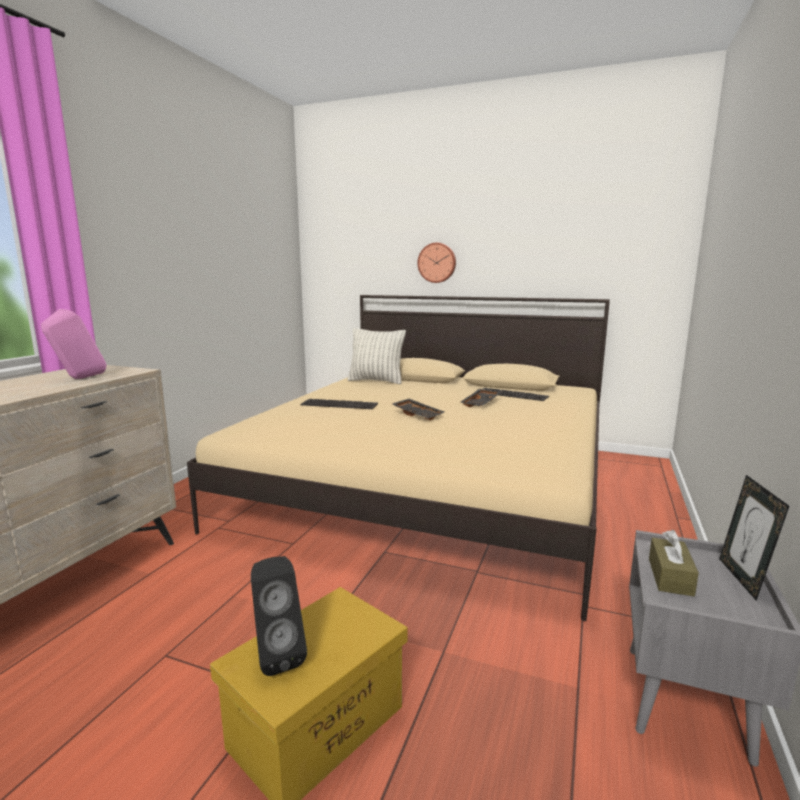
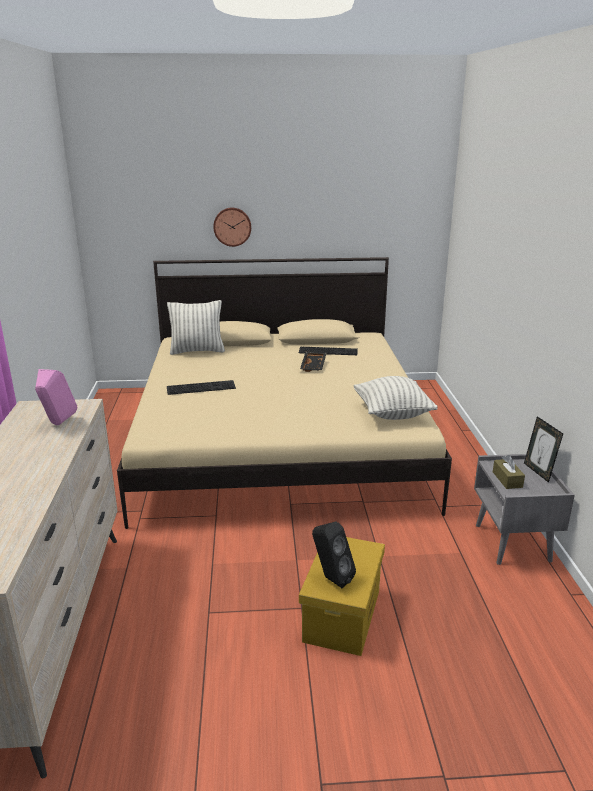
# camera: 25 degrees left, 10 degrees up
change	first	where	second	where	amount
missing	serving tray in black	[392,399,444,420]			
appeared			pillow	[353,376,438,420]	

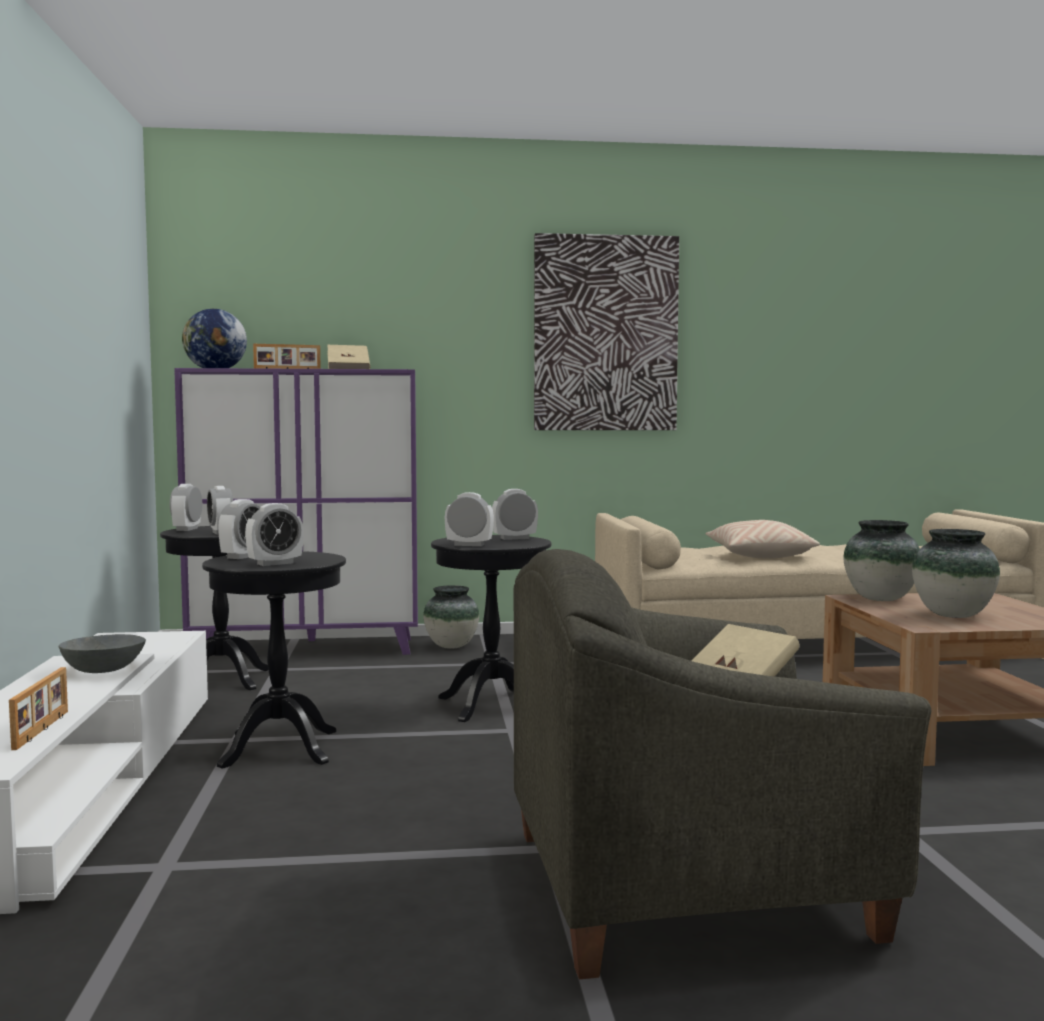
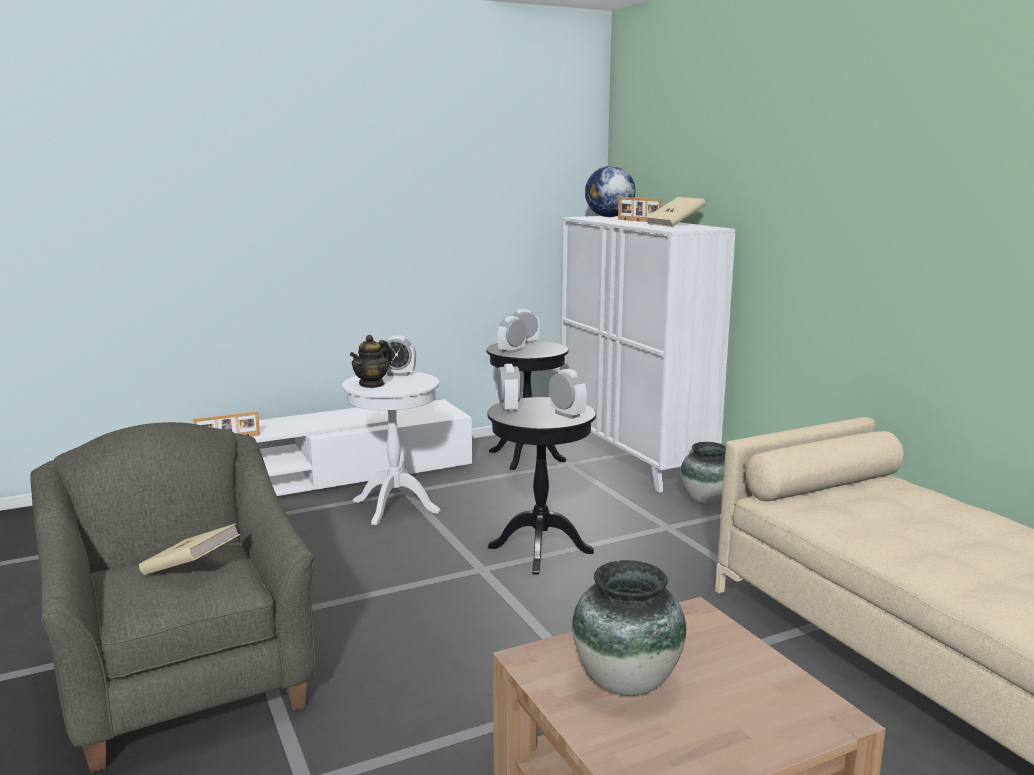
# camera: 70 degrees right, 10 degrees up
change	first	where	second	where	amount
missing	bowl in greyish	[59,634,146,673]			
missing	wall picture	[534,233,679,430]			
missing	pillow in beige	[706,520,820,559]			
missing	vase	[844,520,920,601]			
exchanged	bedside clock	[245,503,304,566]	teapot	[350,335,390,388]	
colour	storage cabinet in purple	[174,368,418,655]	storage cabinet in white-coloured	[560,216,735,493]	
colour	accent table in black	[202,551,346,769]	accent table in white-coloured	[342,371,440,525]	

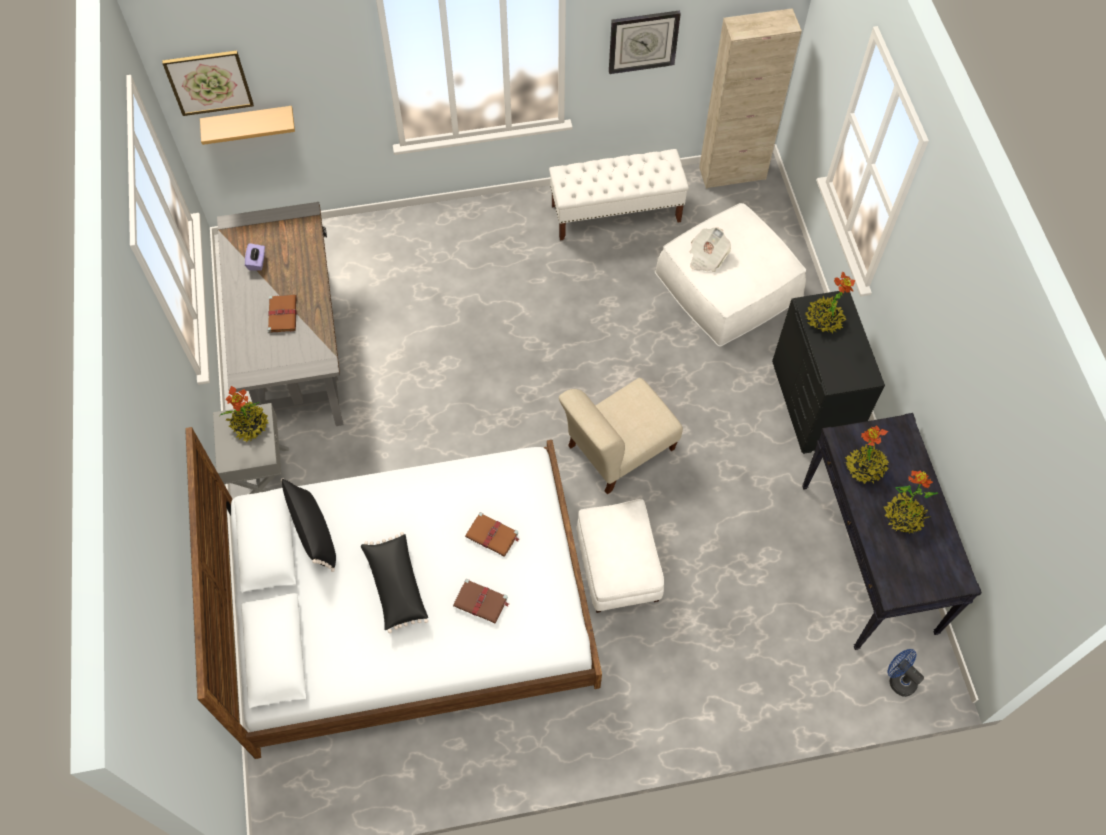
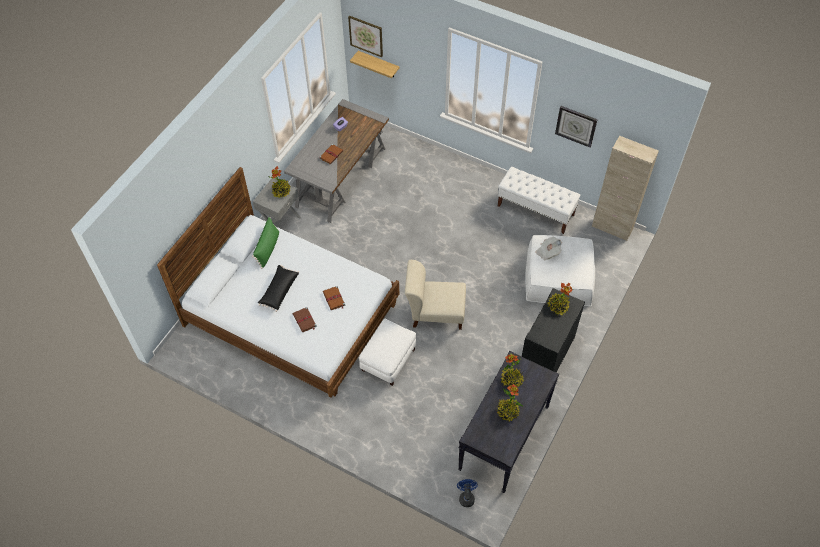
# camera: 40 degrees right, 5 degrees down
change	first	where	second	where	amount
colour	pillow in black	[281,478,336,572]	pillow in greenish	[252,217,279,269]	

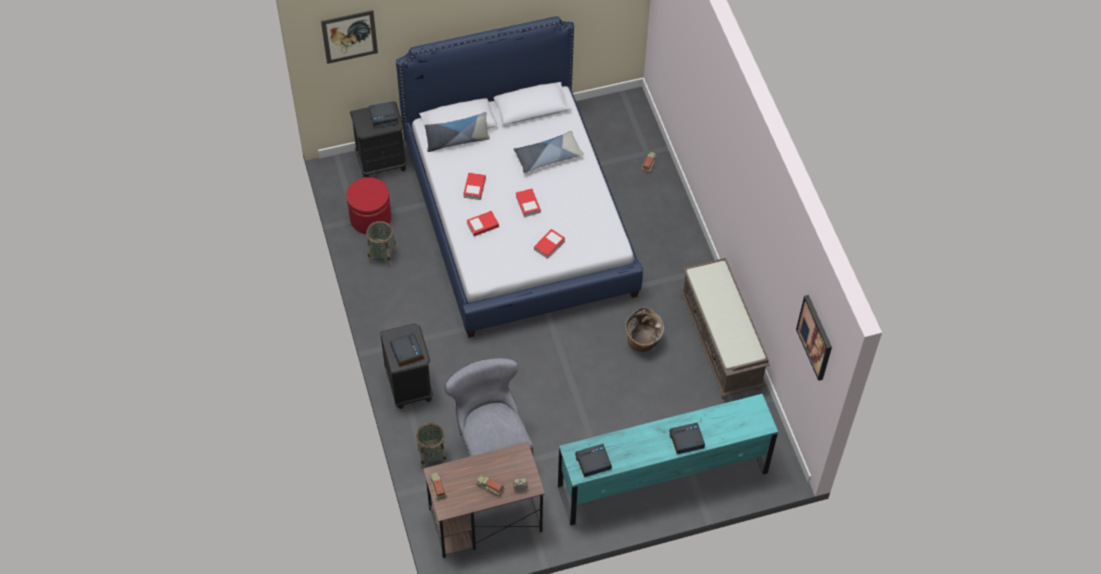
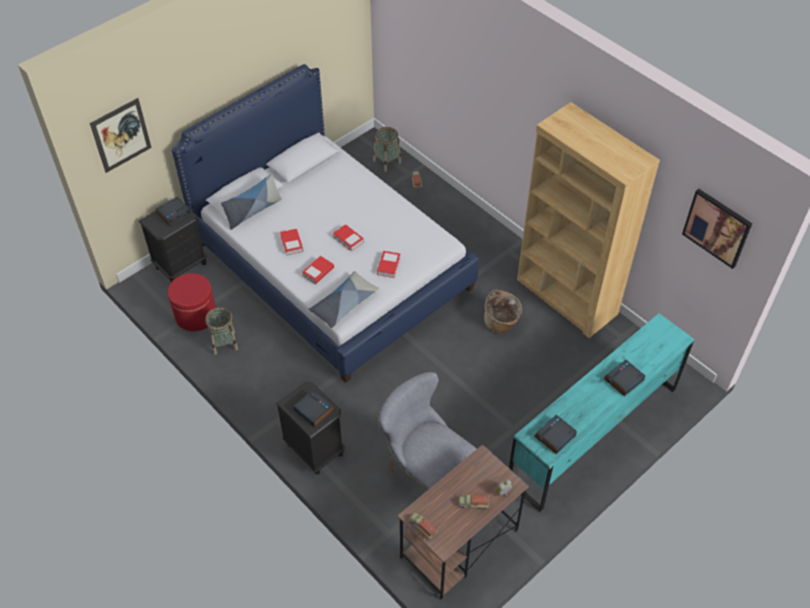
# camera: 25 degrees left, 5 degrees down
change	first	where	second	where	amount
relocated	storage basket	[416,423,447,470]		[373,127,401,172]	
relocated	pillow	[514,131,584,173]		[308,271,379,328]	
exchanged	indoor bench in brown-coloured	[680,258,770,399]	bookshelf in brown-coloured	[517,102,660,338]	

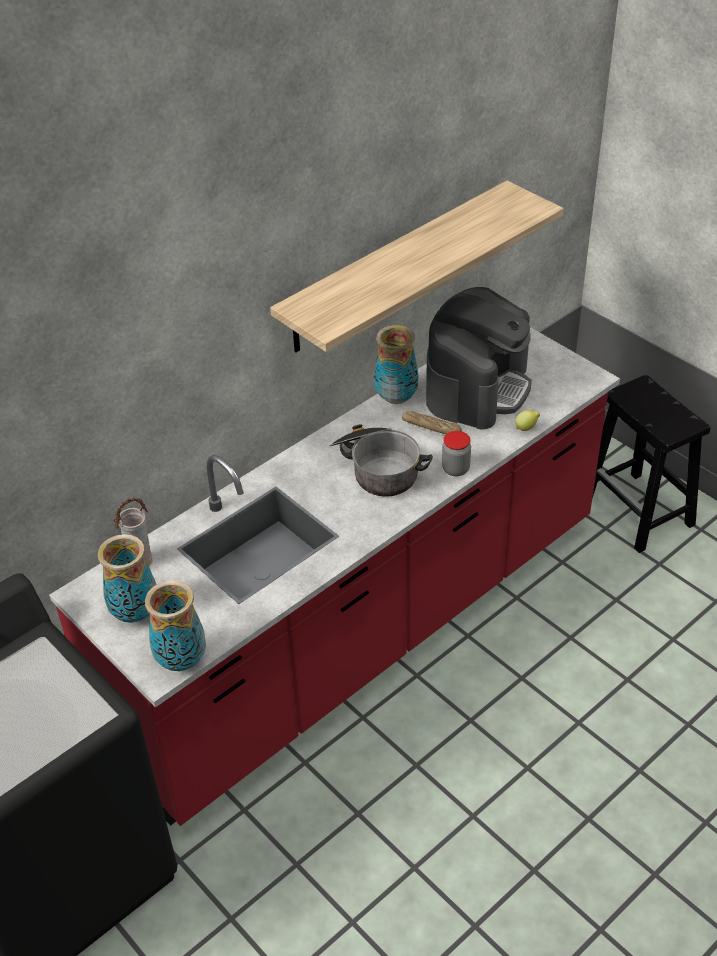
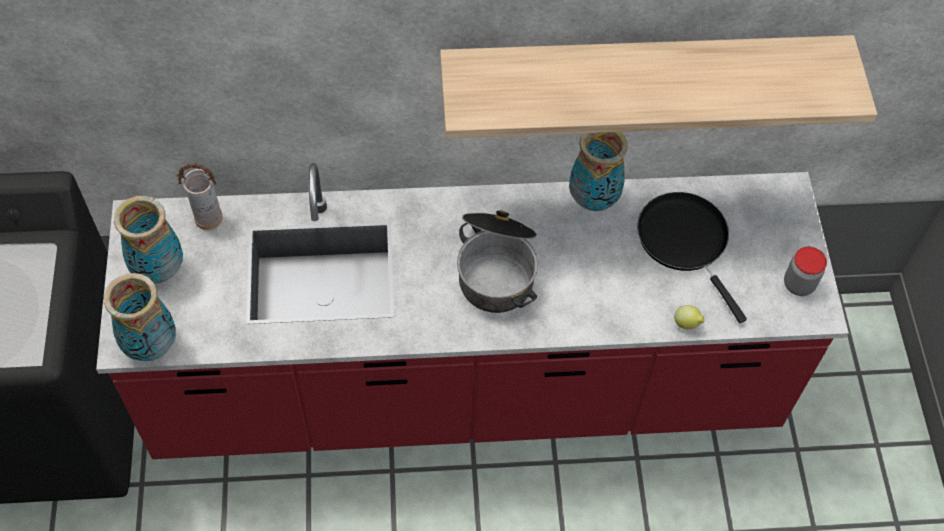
# camera: 35 degrees right, 15 degrees up
change	first	where	second	where	amount
missing	baked bread	[402,411,462,434]			
missing	stool in black	[592,375,711,553]			
relocated	storage jar	[442,431,471,476]		[784,247,827,296]	
exchanged	coffee maker	[426,287,532,429]	frying pan in black	[637,192,747,323]	

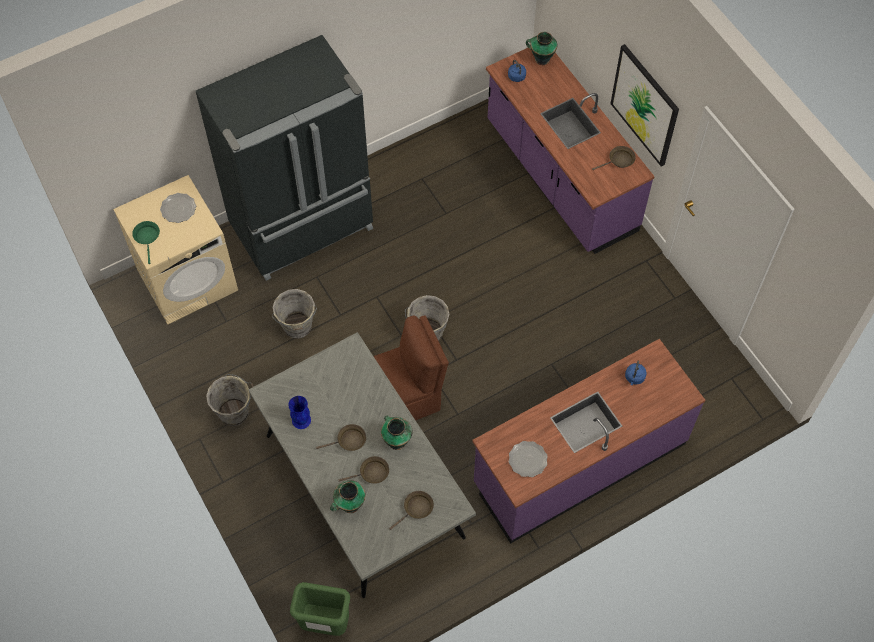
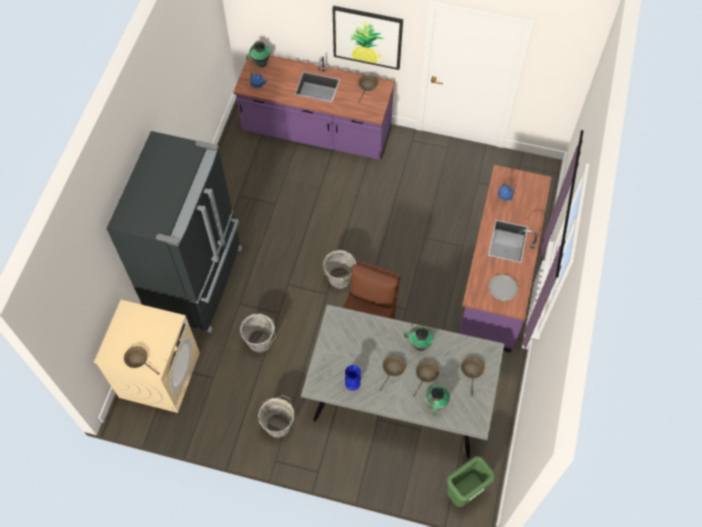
# camera: 45 degrees left, 0 degrees up
change	first	where	second	where	amount
missing	plate	[160,193,196,223]			
colour	frying pan in greenish	[132,221,160,264]	frying pan in brown-coloured	[124,346,159,375]	

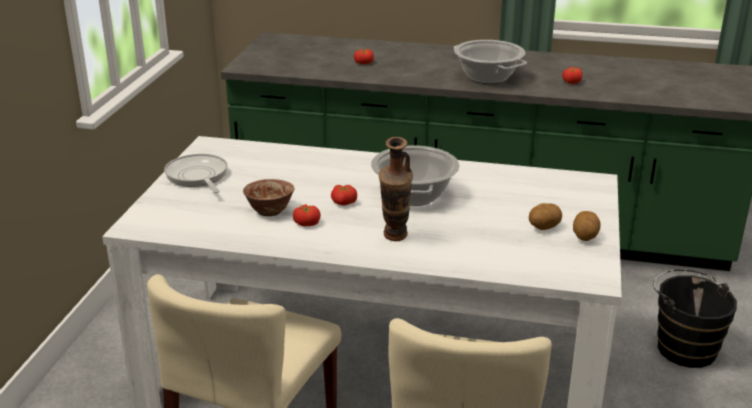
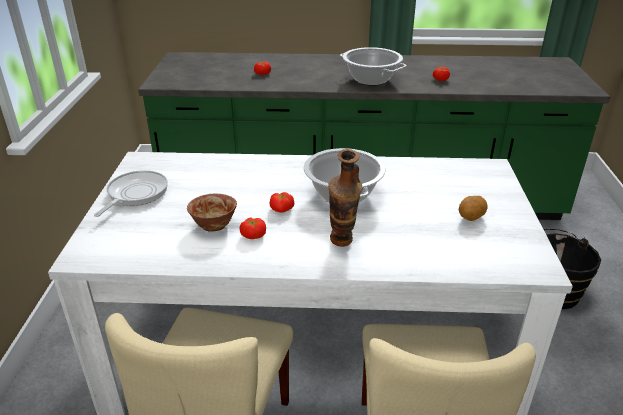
# camera: 10 degrees left, 5 degrees up
change	first	where	second	where	amount
missing	spud	[573,211,601,241]			
spun	frying pan	[164,154,227,193]		[94,170,168,217]	60 degrees clockwise

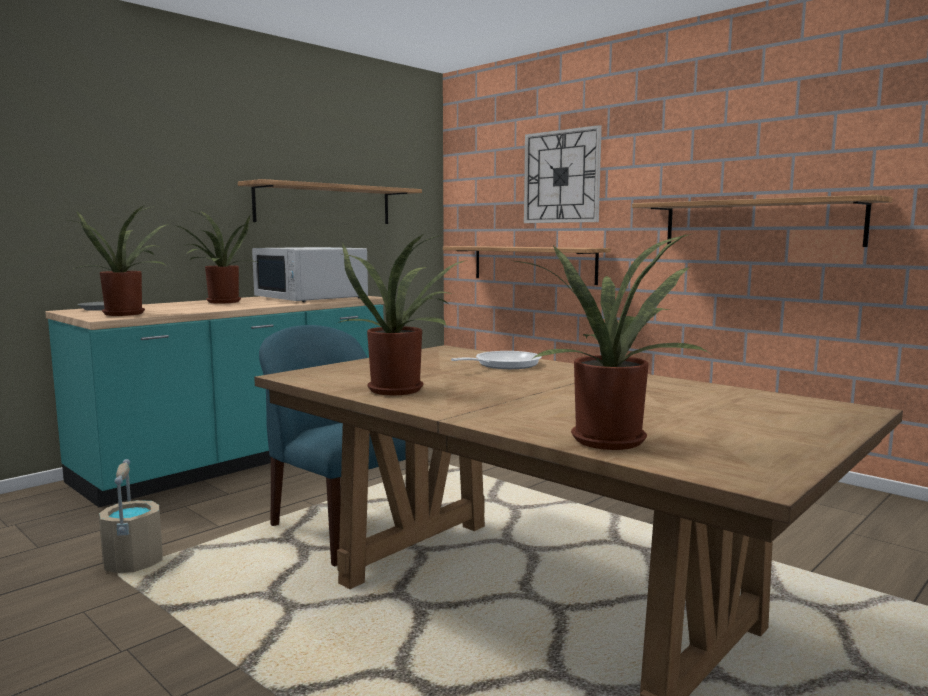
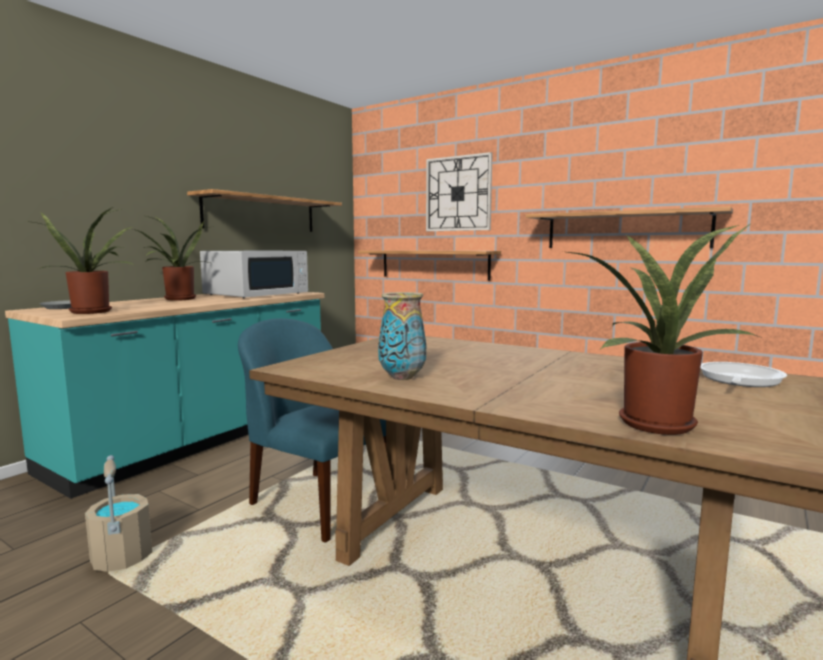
# camera: 10 degrees left, 0 degrees up
change	first	where	second	where	amount
relocated	frying pan	[451,351,542,369]		[700,362,787,387]	
exchanged	potted plant	[334,234,468,395]	vase	[378,292,426,380]	
spun	kitchen microwave in white-coloured	[252,247,368,302]		[200,251,308,298]	90 degrees counterclockwise

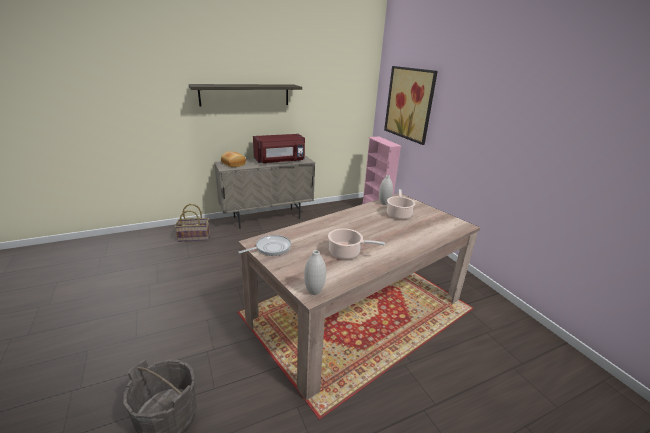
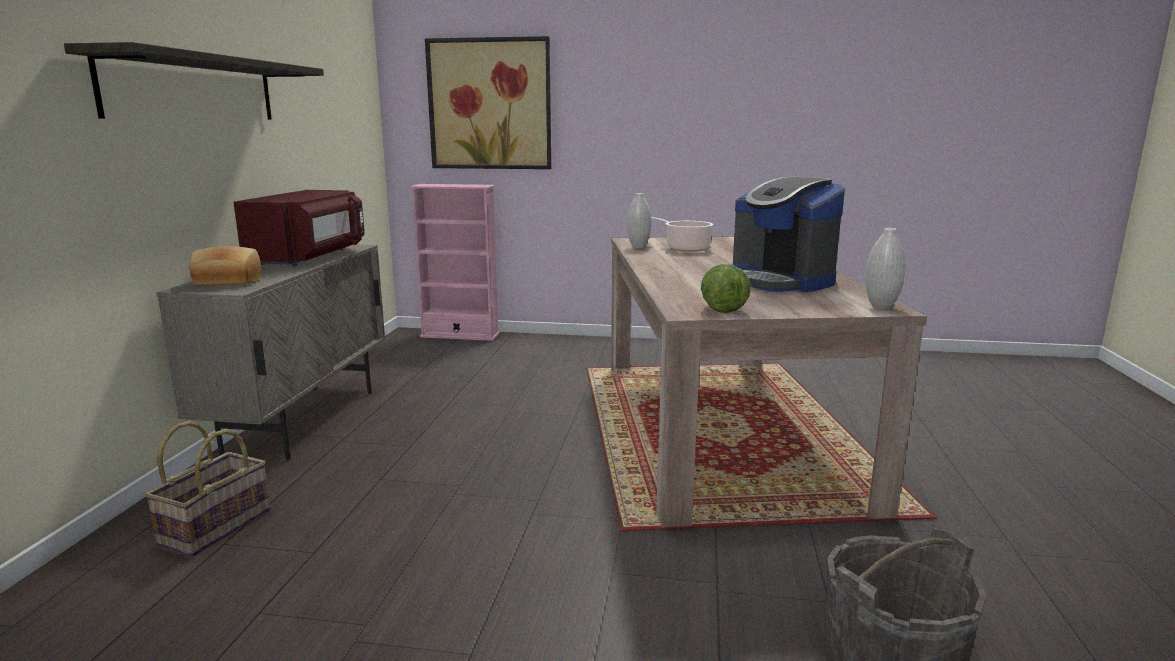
# camera: 55 degrees left, 10 degrees down
change	first	where	second	where	amount
exchanged	frying pan	[238,235,291,256]	lettuce head	[701,264,751,313]	
exchanged	cooking pot	[328,228,385,259]	coffee maker	[732,177,845,292]	

